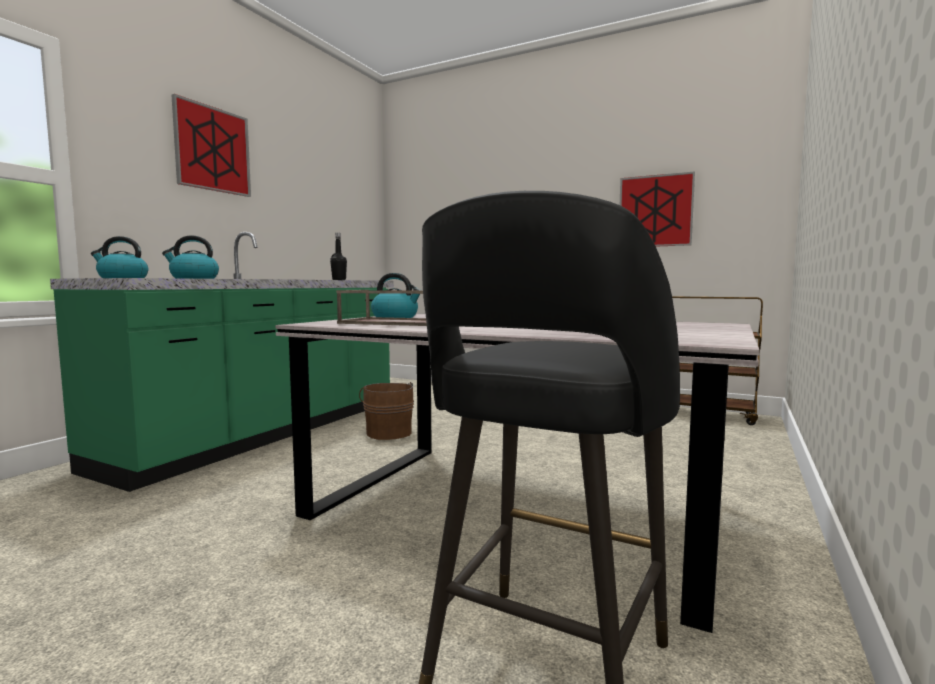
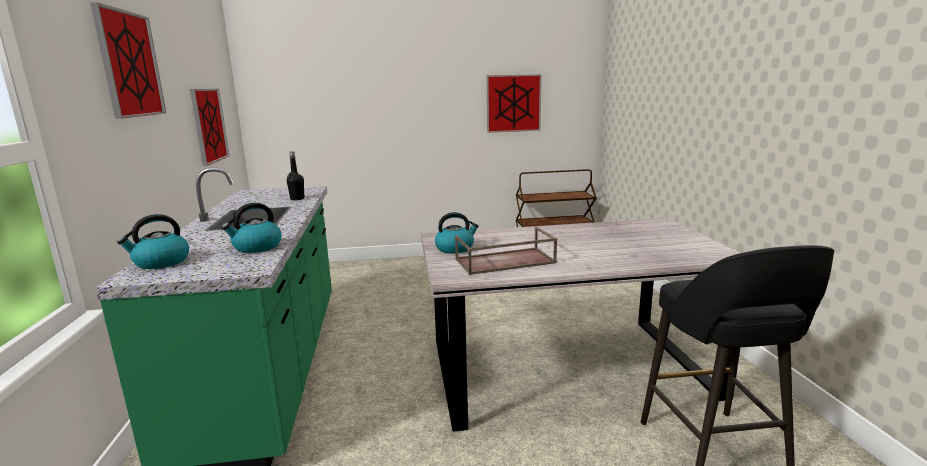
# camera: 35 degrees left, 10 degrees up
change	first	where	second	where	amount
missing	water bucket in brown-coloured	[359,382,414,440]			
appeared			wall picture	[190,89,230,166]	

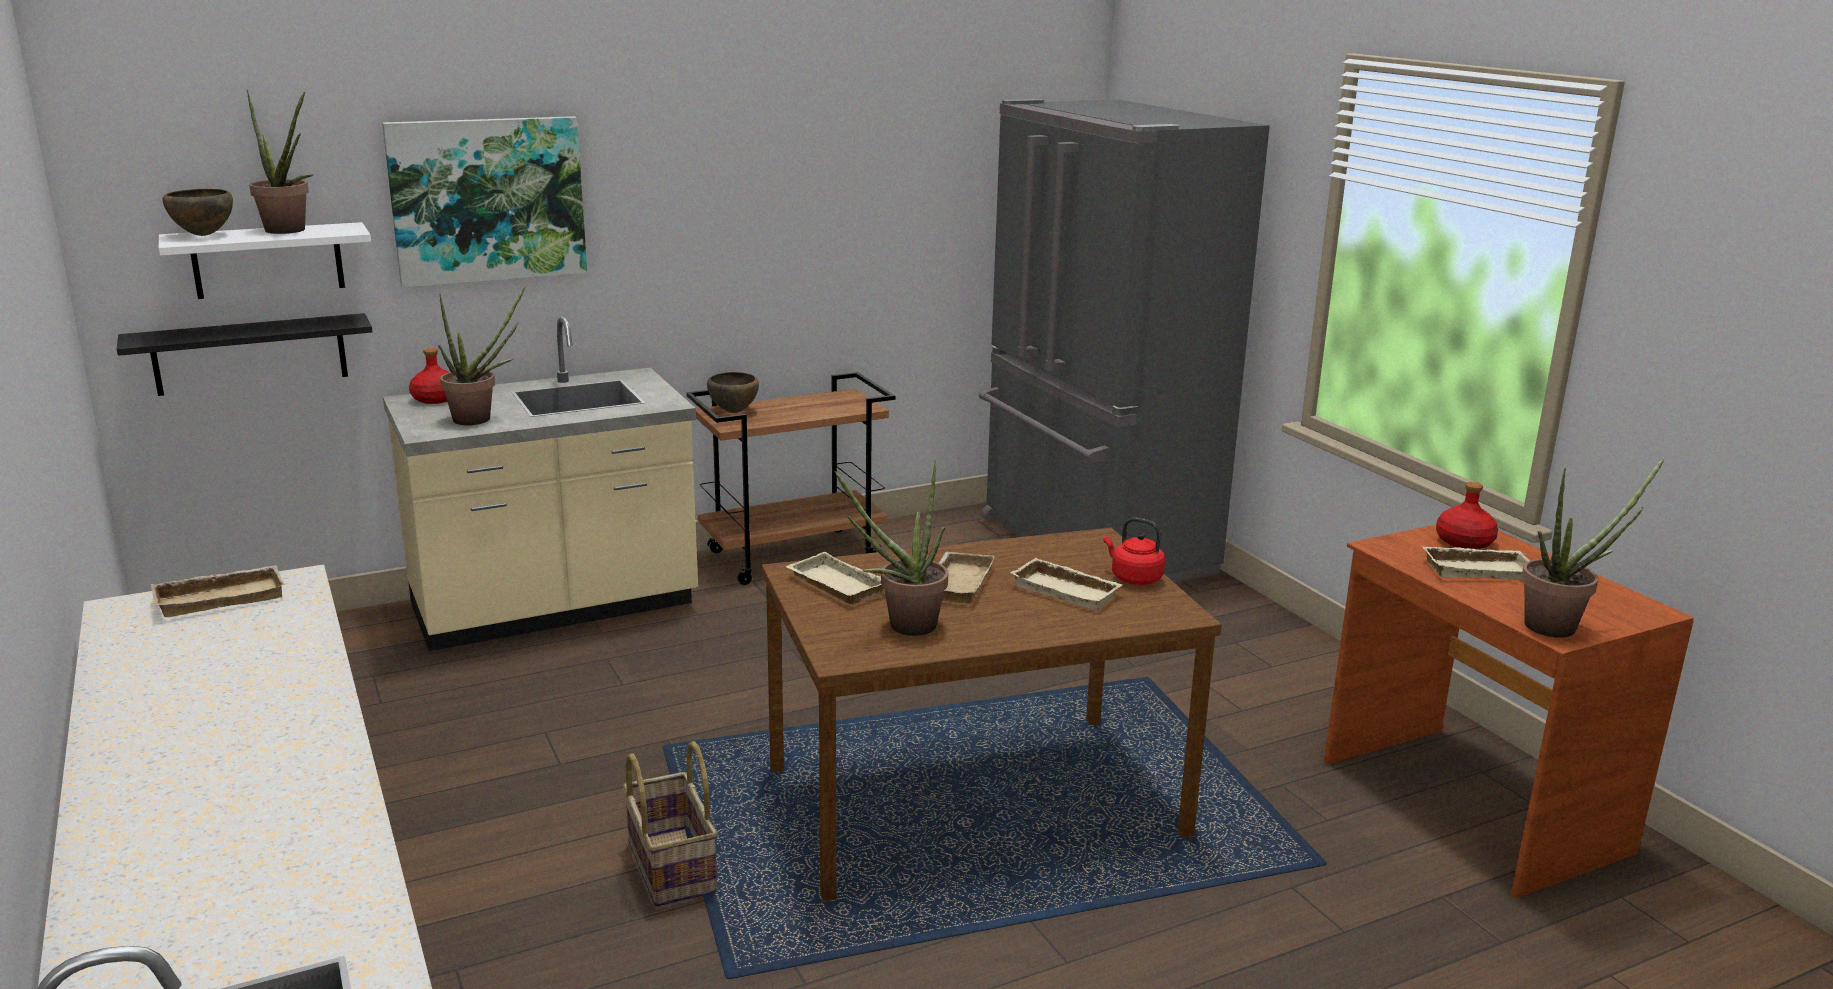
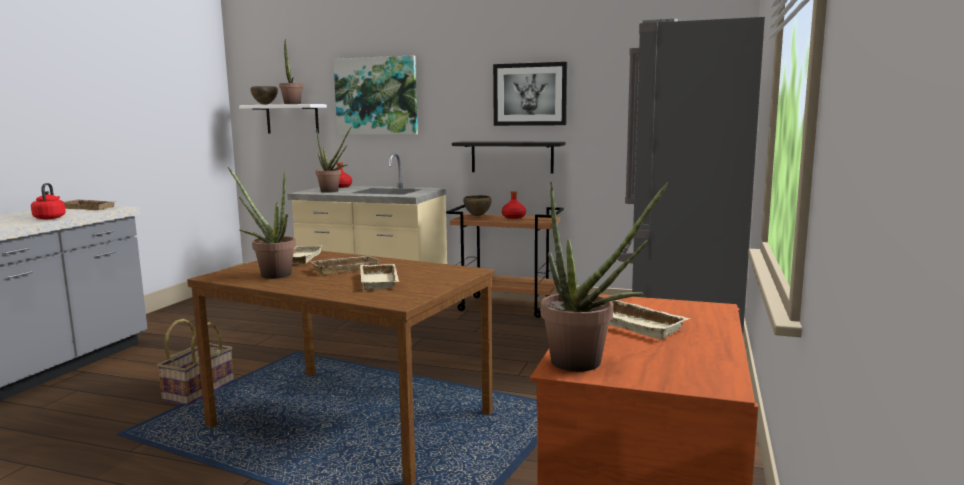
# camera: 45 degrees right, 10 degrees down
change	first	where	second	where	amount
appeared			wall picture	[493,62,567,126]	
relocated	shelf in black	[117,313,373,396]		[452,141,566,174]	
relocated	water kettle in red-coloured	[1104,517,1165,585]		[31,183,66,219]	
relocated	drink bottle in red-coloured	[1436,482,1498,549]		[502,191,526,219]	

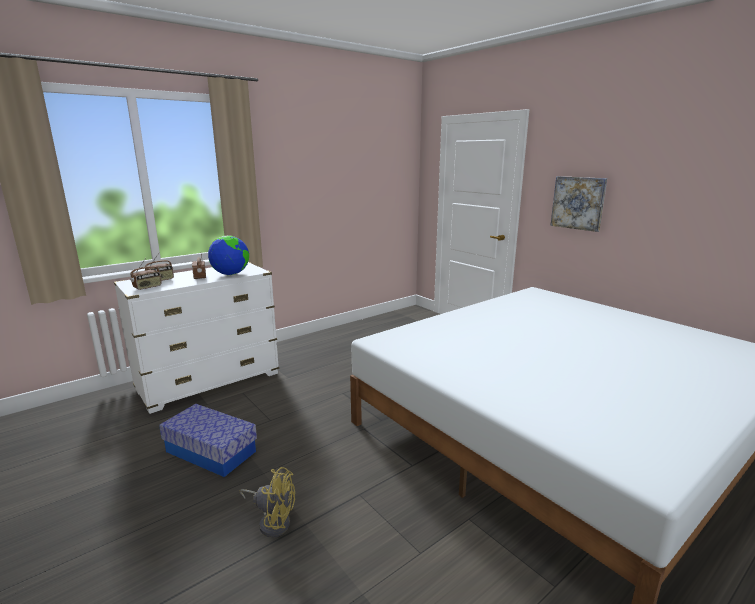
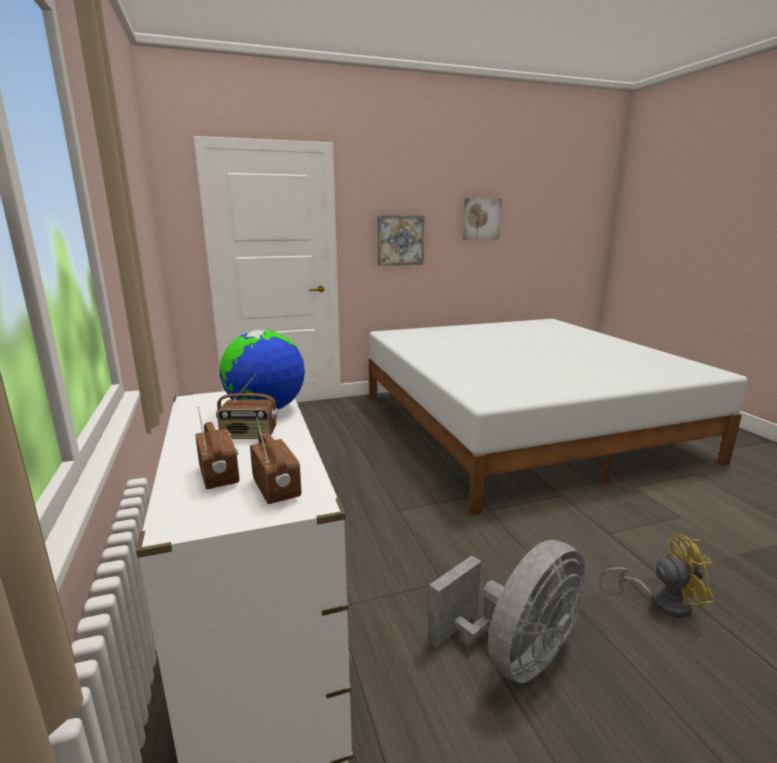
# camera: 70 degrees left, 0 degrees up
change	first	where	second	where	amount
appeared			wall picture	[463,198,502,240]	
exchanged	storage container	[159,404,257,477]	cooling fan in greyish	[427,540,585,683]	
spun	cooling fan in yellowish	[240,467,295,537]		[601,534,715,617]	60 degrees clockwise

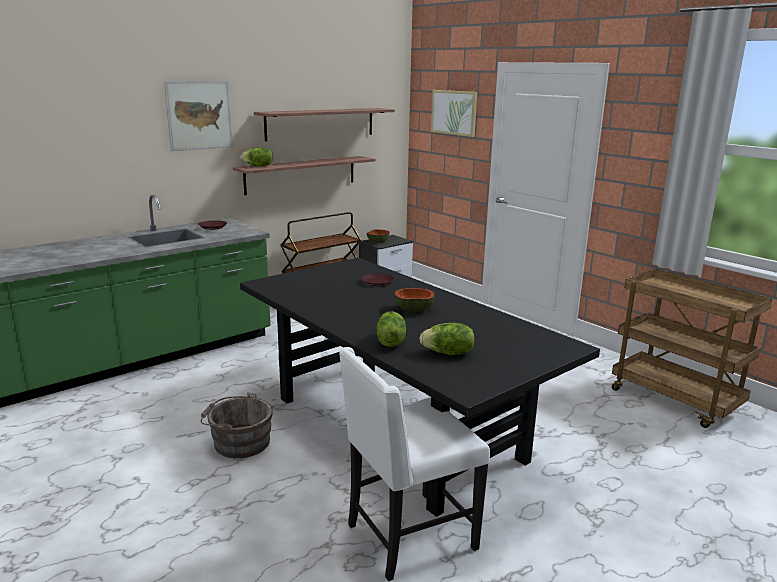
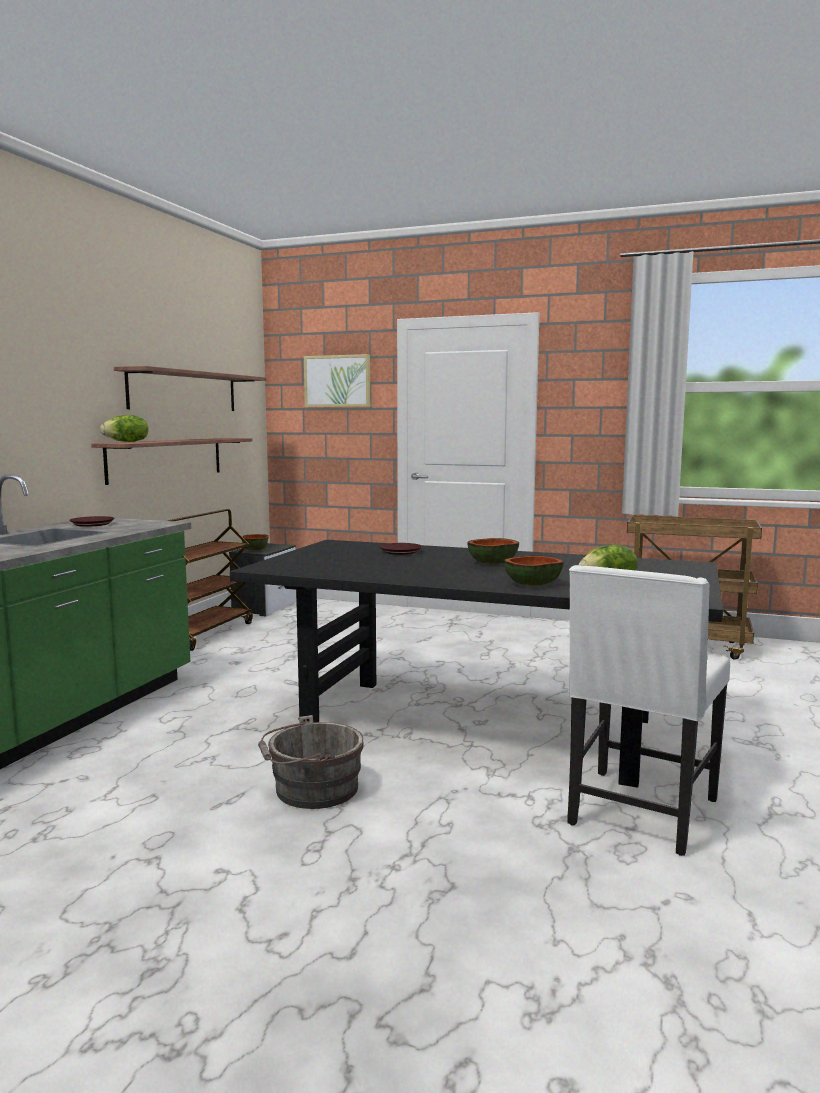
# camera: 30 degrees left, 10 degrees down
change	first	where	second	where	amount
missing	wall picture	[164,81,233,151]			
exchanged	lettuce head	[376,312,406,347]	bowl	[504,555,564,586]	

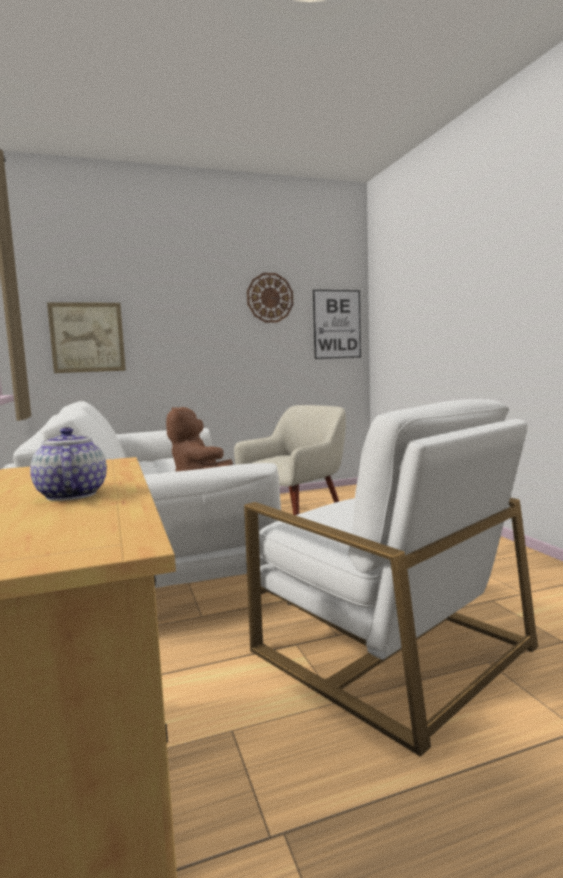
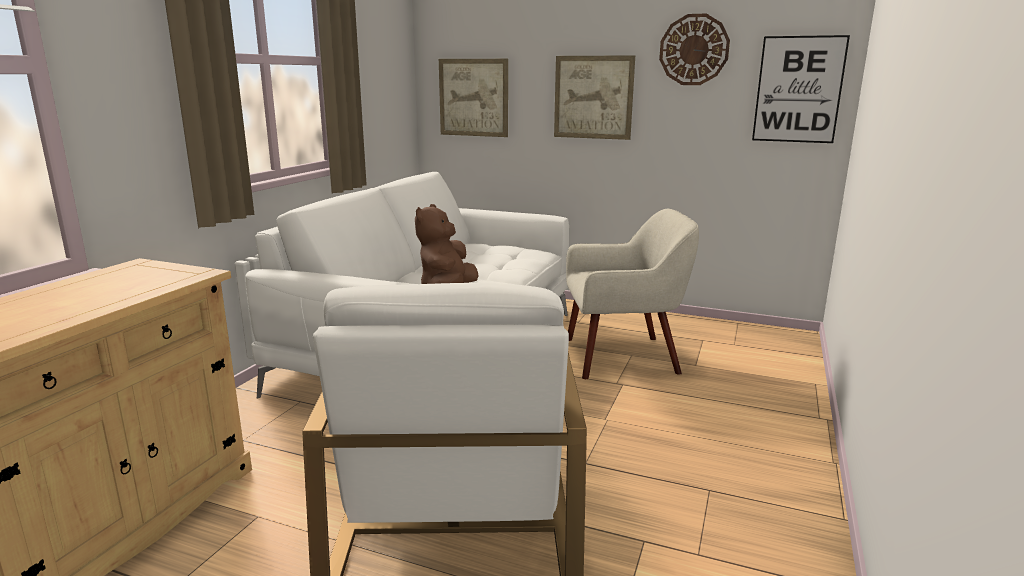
# camera: 40 degrees right, 10 degrees up
change	first	where	second	where	amount
missing	teapot	[30,427,107,501]			
appeared			wall picture	[554,55,635,140]	

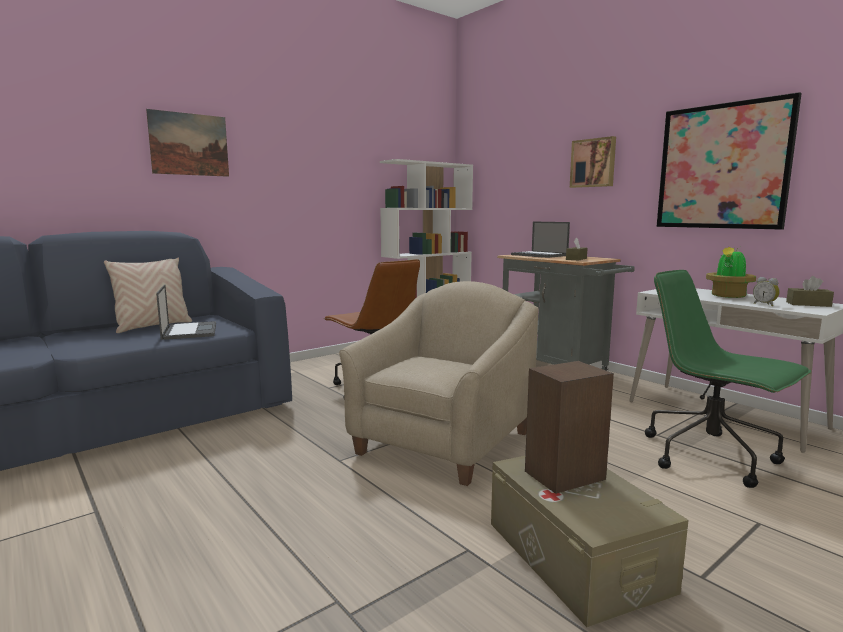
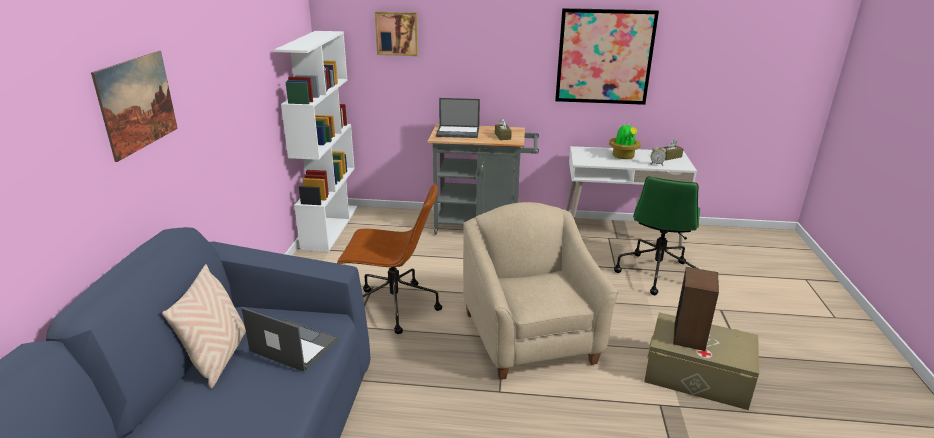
# camera: 45 degrees left, 15 degrees up
change	first	where	second	where	amount
relocated	wall picture	[570,136,616,188]		[375,11,418,56]	
spun	office chair in greenish	[645,270,811,488]		[614,176,700,295]	75 degrees counterclockwise

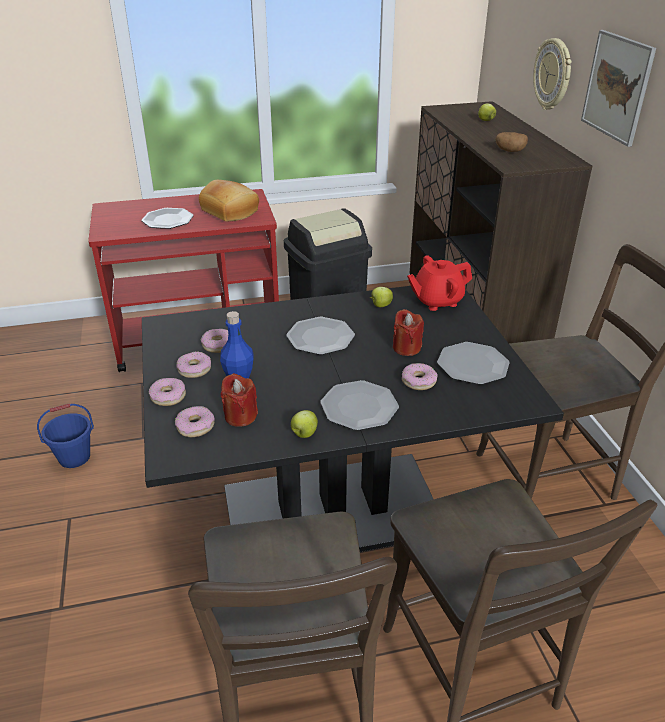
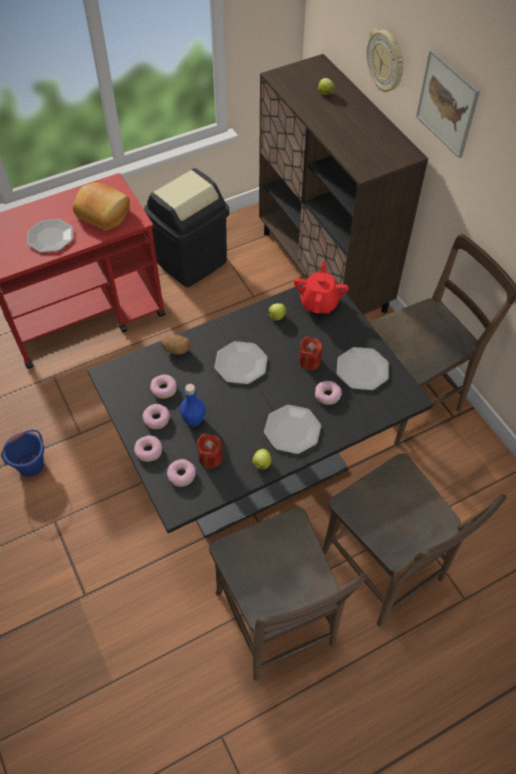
# camera: 15 degrees left, 20 degrees up
change	first	where	second	where	amount
relocated	spud	[495,132,528,152]		[161,335,190,355]	
spun	teapot in red-coloured	[407,255,472,311]		[294,262,349,314]	135 degrees clockwise

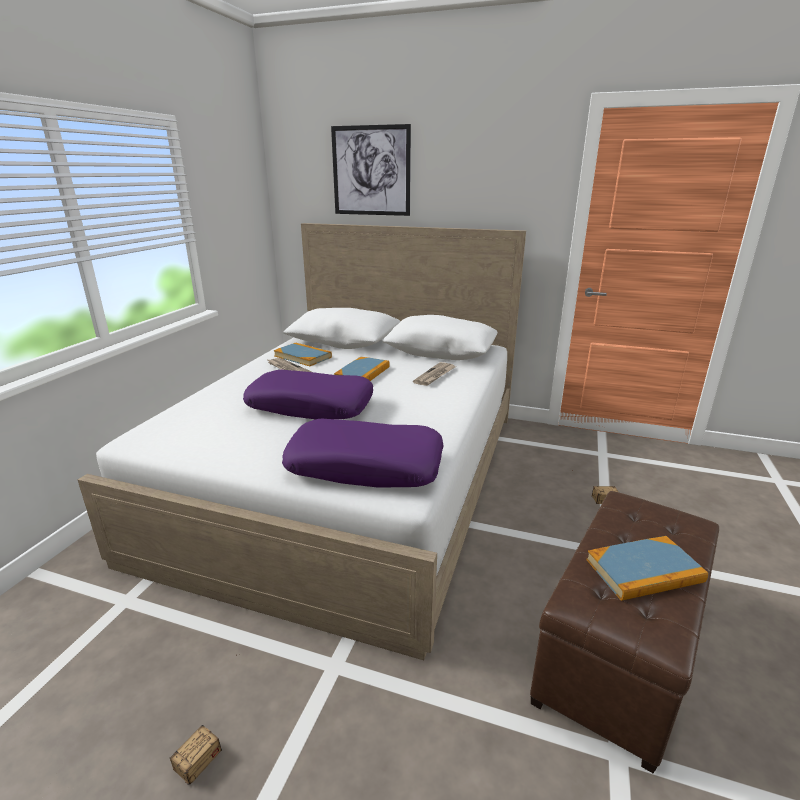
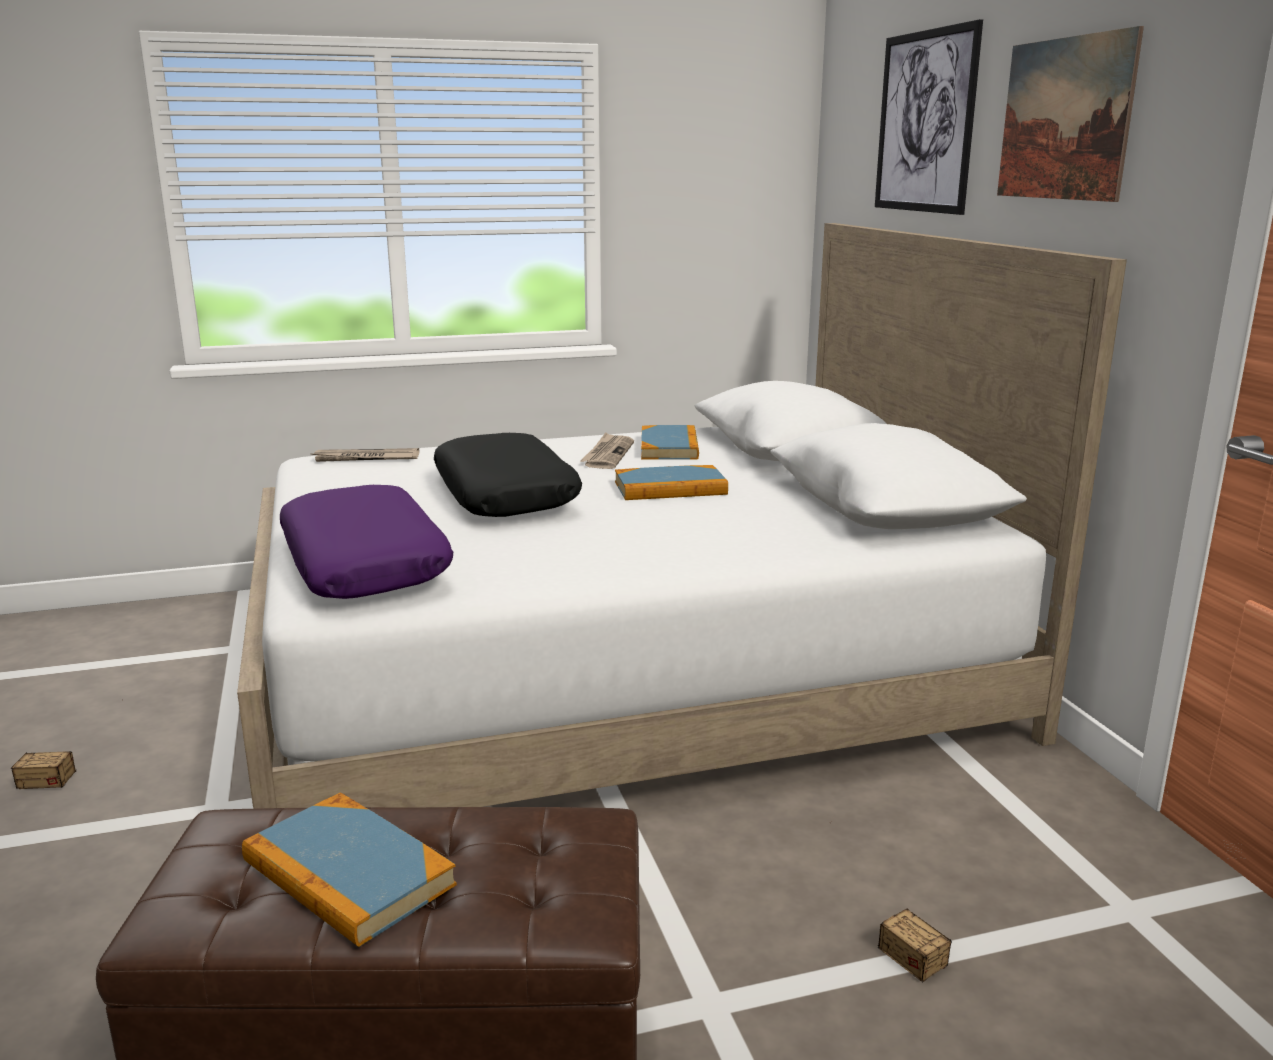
# camera: 55 degrees right, 5 degrees down
change	first	where	second	where	amount
appeared			wall picture	[997,26,1144,202]	
relocated	newspaper	[413,362,456,386]		[311,448,419,462]	
colour	pillow in purple	[243,370,373,419]	pillow in black	[434,433,582,517]	

